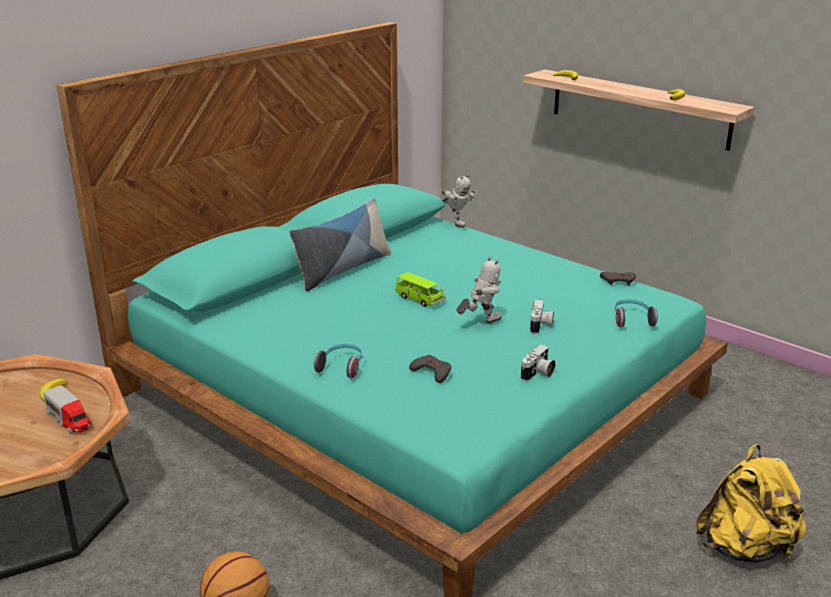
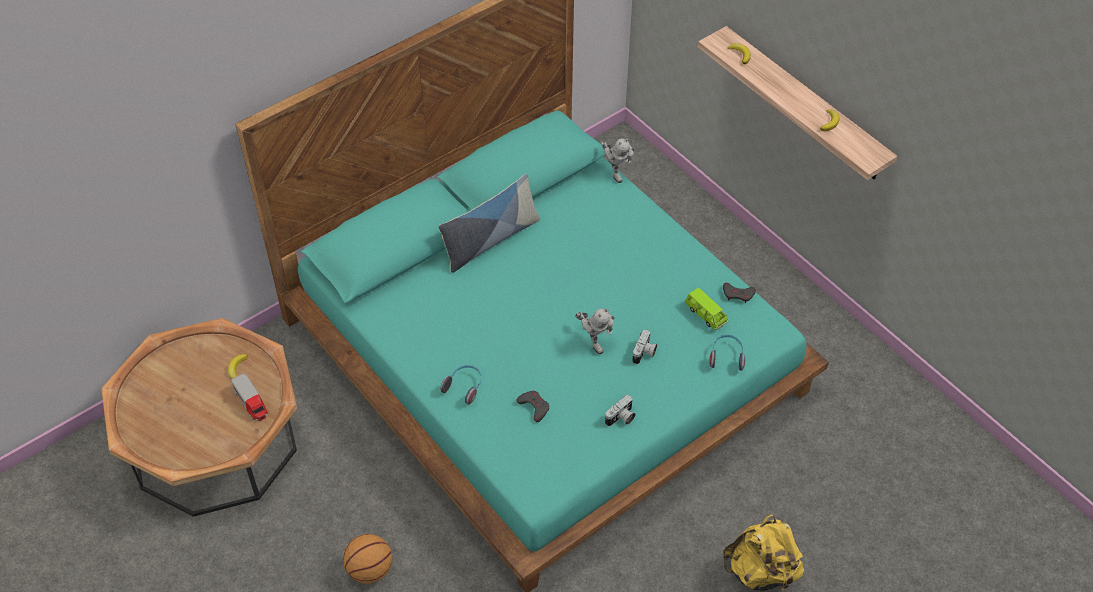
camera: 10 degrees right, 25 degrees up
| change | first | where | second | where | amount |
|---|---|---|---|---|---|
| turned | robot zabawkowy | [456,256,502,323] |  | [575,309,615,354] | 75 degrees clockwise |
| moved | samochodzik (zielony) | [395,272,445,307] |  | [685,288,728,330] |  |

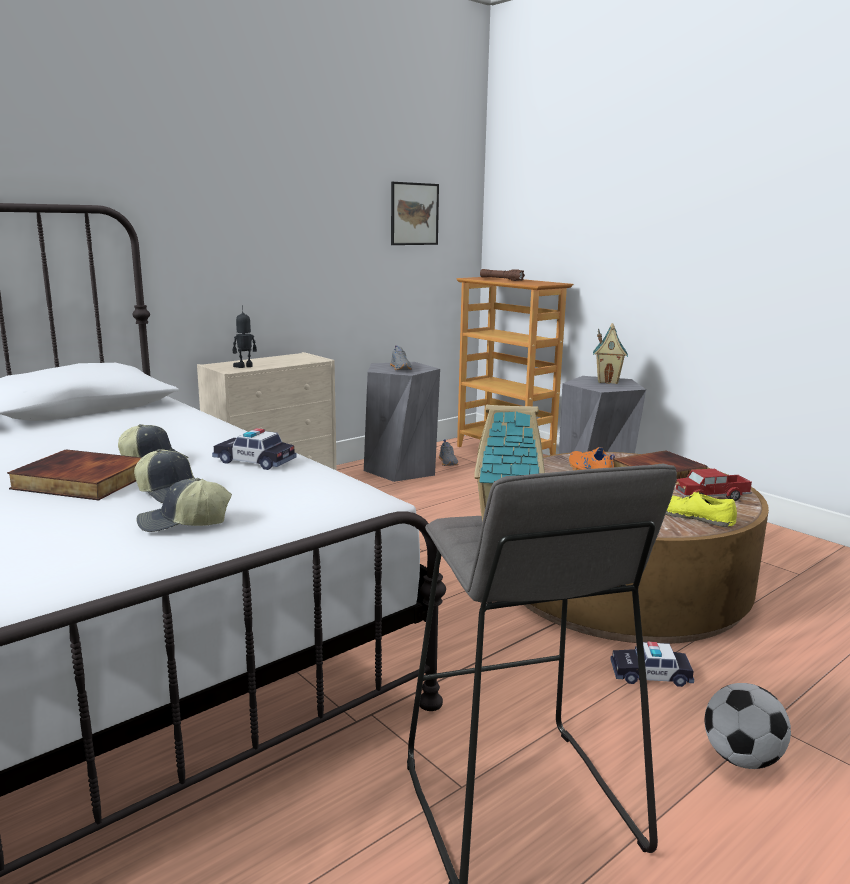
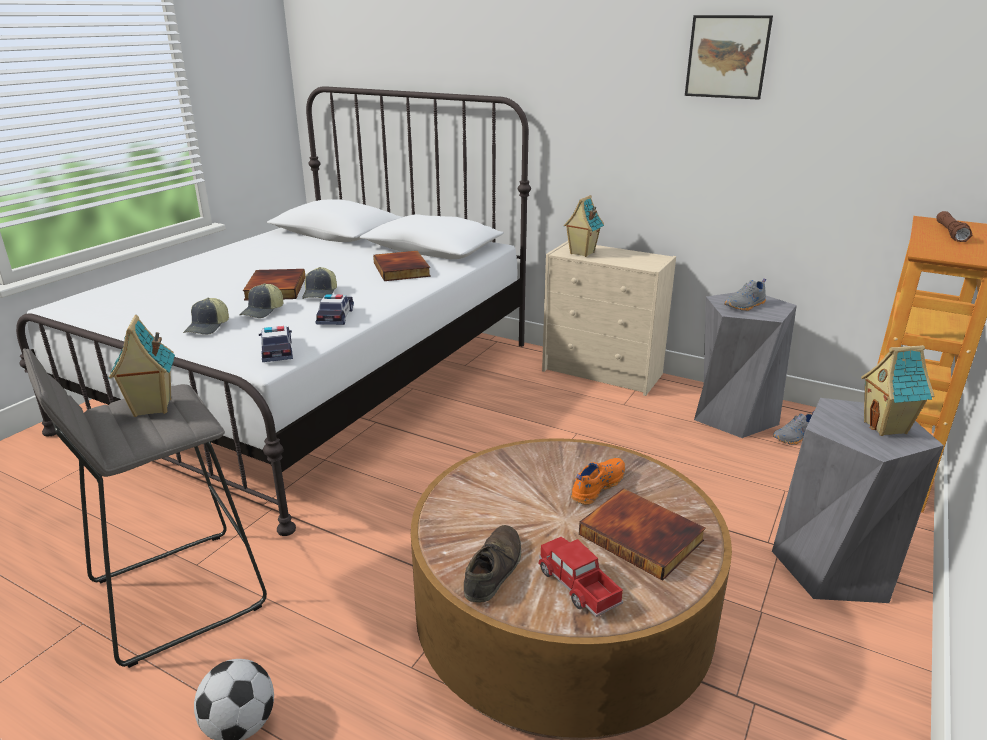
camera: 70 degrees right, 10 degrees up
| change | first | where | second | where | amount |
|---|---|---|---|---|---|
| turned | czapka z daszkiem | [137,478,232,532] |  | [183,298,229,335] | 135 degrees counterclockwise |
| moved | samochodzik | [611,641,694,687] |  | [259,326,293,362] |  |
| added |  |  | książka | [373,251,431,281] |  |
| recoloured | but (żółty) | [665,491,737,527] | but (brązowy) | [464,525,521,602] |  |
| replaced | robot zabawkowy | [233,306,257,368] | domek | [564,195,604,257] |  |
| moved | obraz | [391,182,439,245] |  | [685,15,773,100] |  |

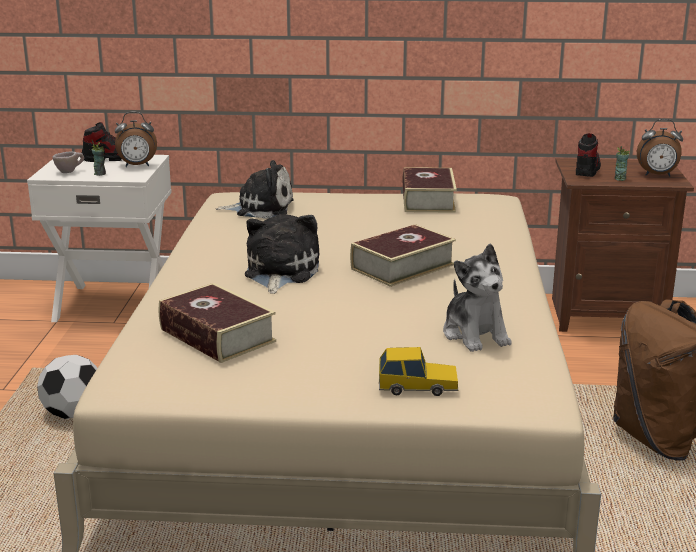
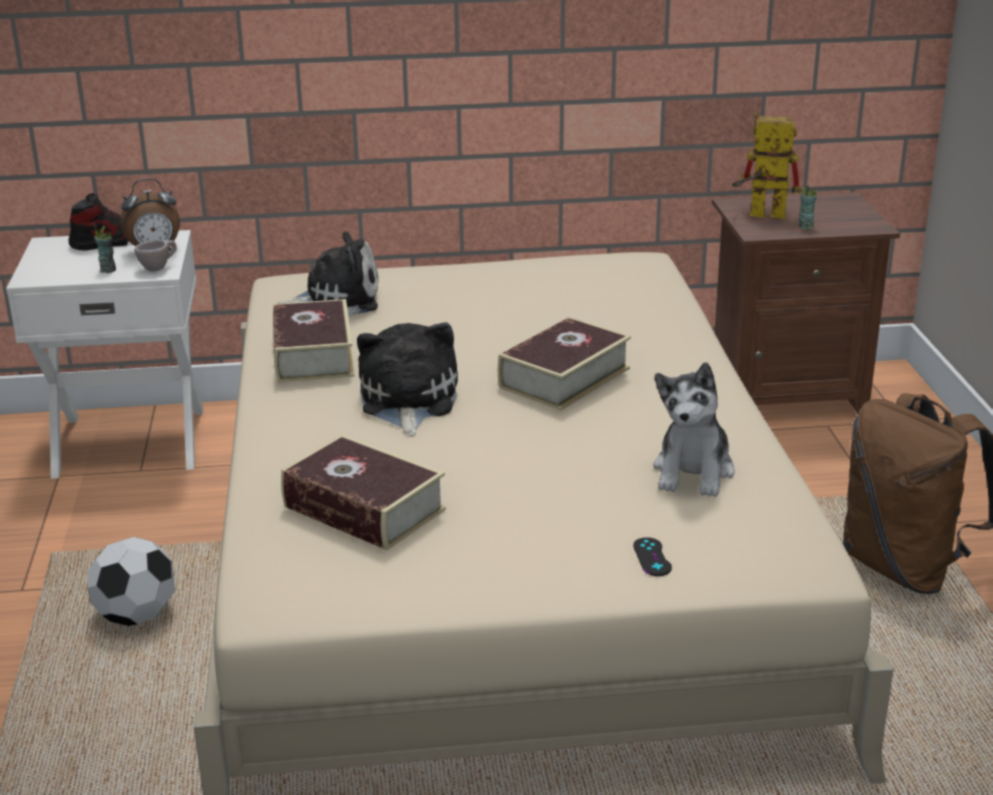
camera: 10 degrees left, 5 degrees up
| change | first | where | second | where | amount |
|---|---|---|---|---|---|
| moved | filiżanka (beżowy) | [52,152,84,173] |  | [134,239,177,271] |  |
| moved | książka | [402,167,457,213] |  | [273,299,354,382] |  |
| replaced | samochodzik | [379,347,458,396] | pad do gier (czarny) | [633,537,672,576] |  |
| turned | pluszak | [443,243,512,352] |  | [653,362,735,497] | 45 degrees clockwise |
| replaced | but | [576,133,601,177] | robot zabawkowy | [732,112,801,219] |  |
| removed | budzik | [637,119,683,177] |  |  |  |

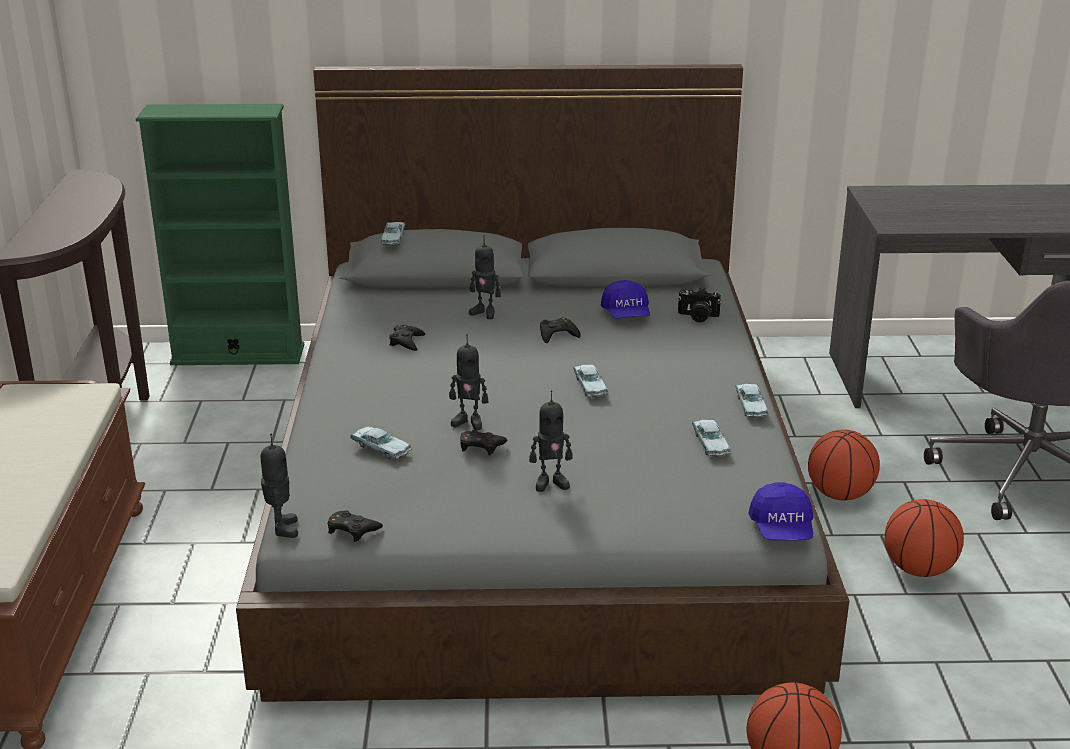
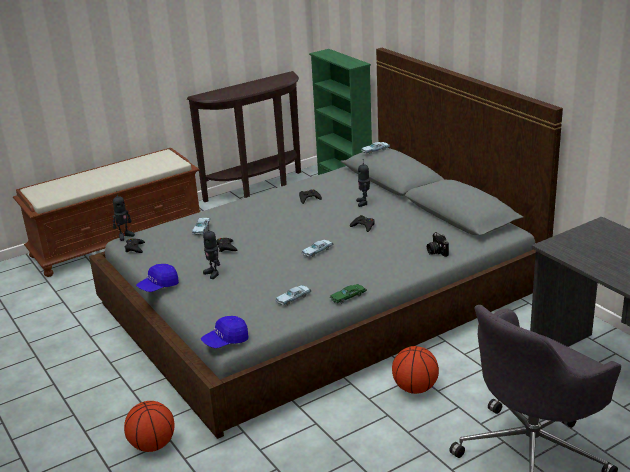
camera: 60 degrees right, 0 degrees up
| change | first | where | second | where | amount |
|---|---|---|---|---|---|
| moved | czapka z daszkiem (niebieski) | [601,280,650,318] |  | [136,264,179,292] |  |
| recoloured | samochodzik (niebieski) | [735,384,768,418] | samochodzik (zielony) | [330,284,367,303] |  |
| removed | robot zabawkowy | [449,334,488,430] |  |  |  |
| removed | piłka do koszykówki | [884,499,964,577] |  |  |  |

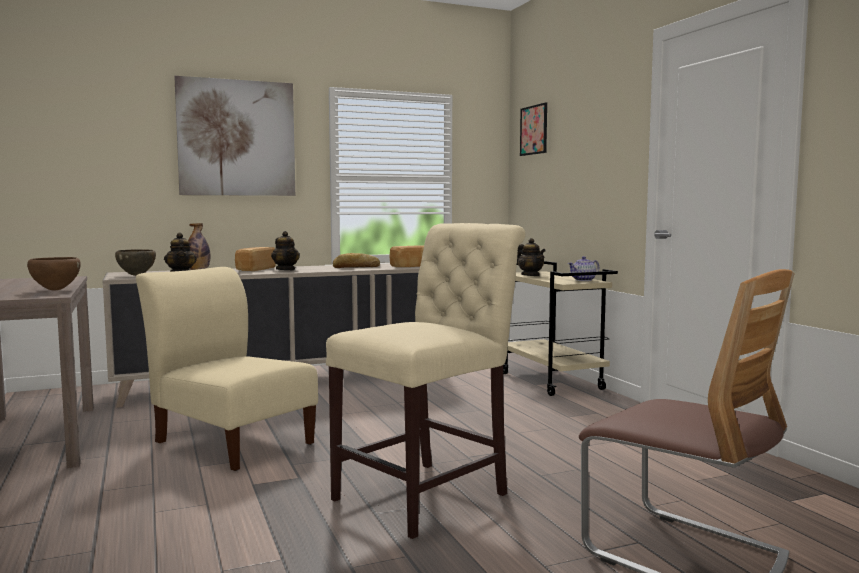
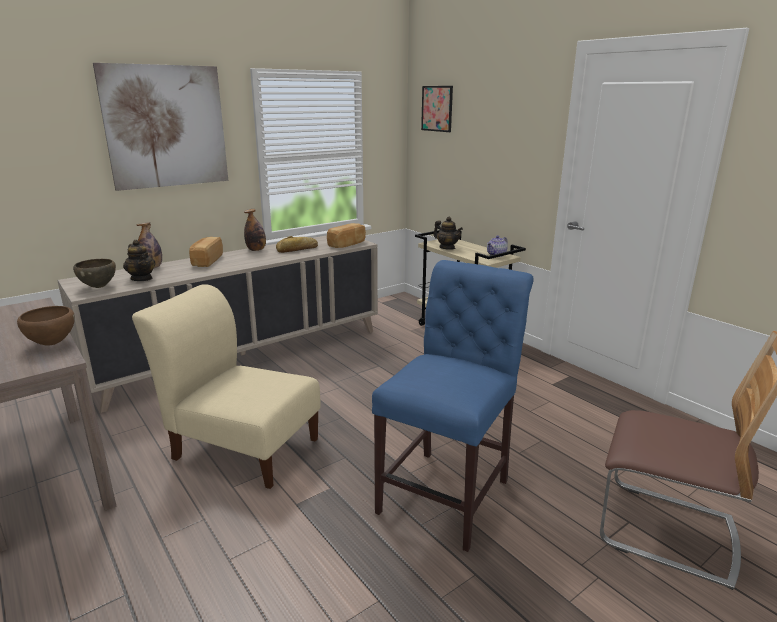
camera: 15 degrees left, 15 degrees up
| change | first | where | second | where | amount |
|---|---|---|---|---|---|
| added |  |  | butelka | [244,209,266,251] |  |
| recoloured | krzesło (beżowy) | [326,223,525,539] | krzesło (niebieski) | [372,260,534,552] |  |
| removed | imbryk | [271,231,300,270] |  |  |  |

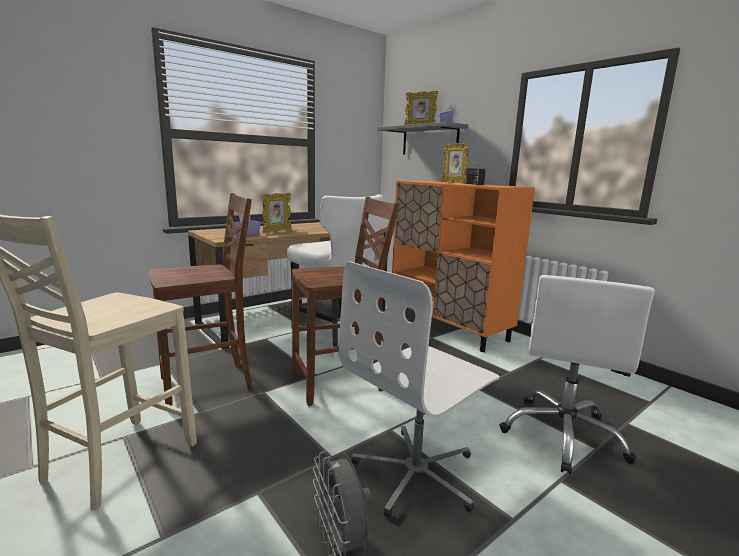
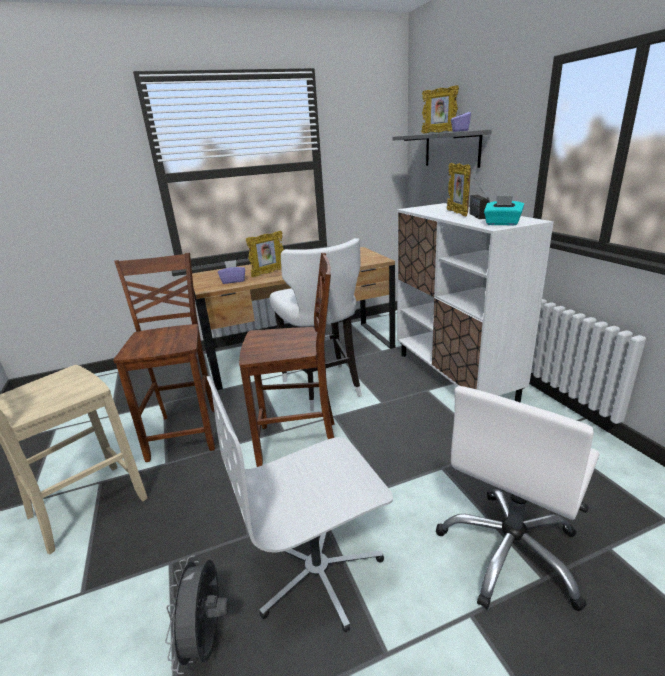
camera: 20 degrees right, 10 degrees up
| change | first | where | second | where | amount |
|---|---|---|---|---|---|
| turned | krzesło (brązowy) | [150,193,253,406] |  | [113,253,215,462] | 90 degrees counterclockwise |
| recoloured | szafka (pomarańczowy) | [392,181,535,352] | szafka (biały) | [397,203,554,403] |  |
| added |  |  | pudełko chusteczek (turkusowy) | [484,196,524,226] |  |

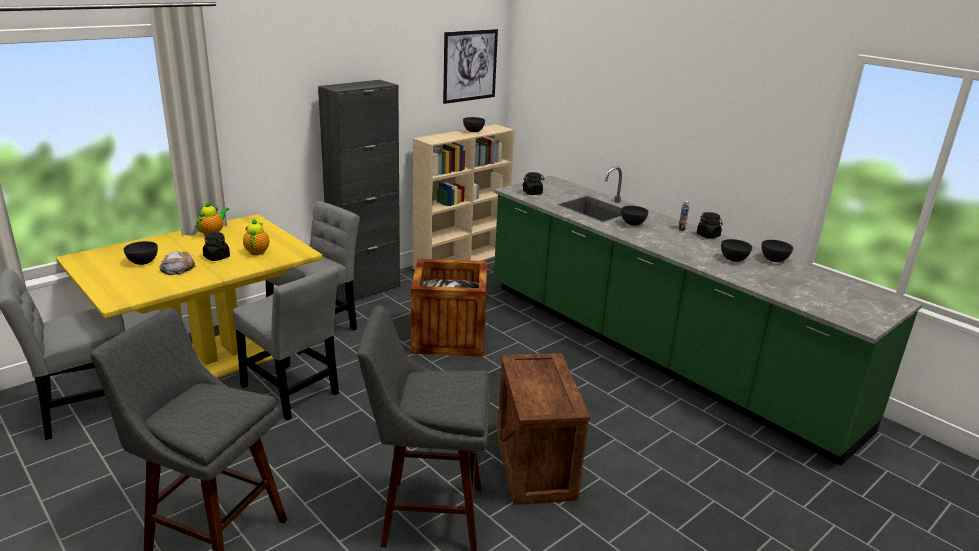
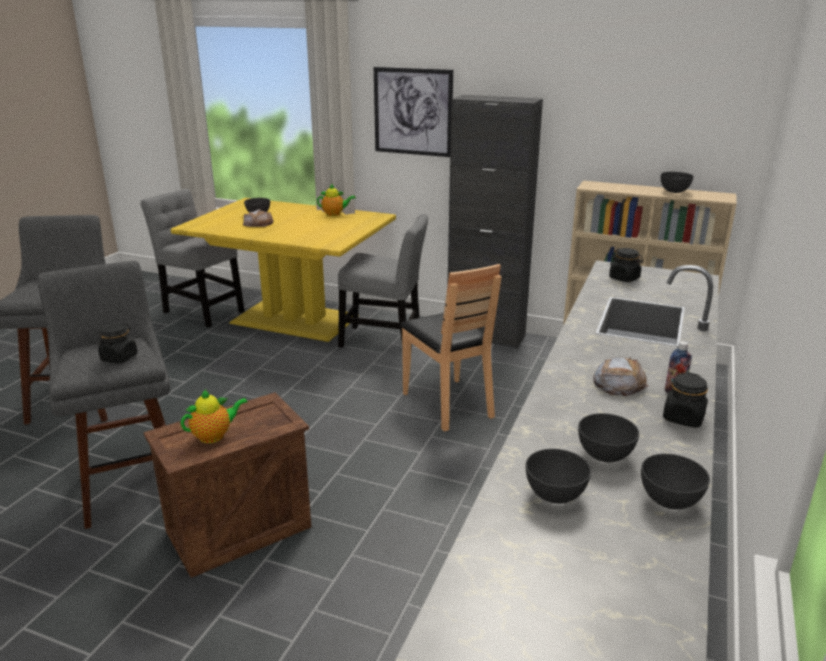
camera: 65 degrees right, 0 degrees up
| change | first | where | second | where | amount |
|---|---|---|---|---|---|
| moved | słoik (czarny) | [203,232,230,261] |  | [98,323,138,363] |  |
| moved | imbryk | [243,218,269,255] |  | [181,390,248,443] |  |
| moved | obraz | [443,29,498,104] |  | [374,67,453,157] |  |
| replaced | skrzynka | [411,258,487,356] | krzesło (brązowy) | [400,264,502,431] |  |
| moved | miska (szary) | [621,206,648,226] |  | [526,449,591,504] |  |
| added |  |  | chleb | [593,357,648,396] |  |
| removed | krzesło (szary) | [233,266,340,421] |  |  |  |

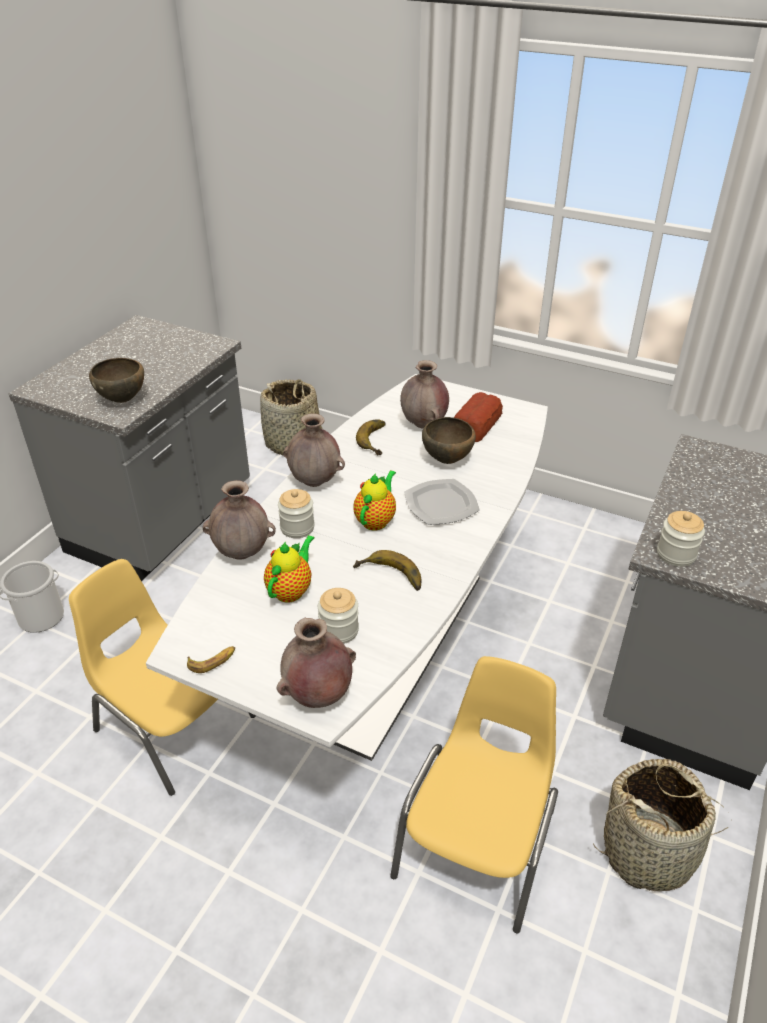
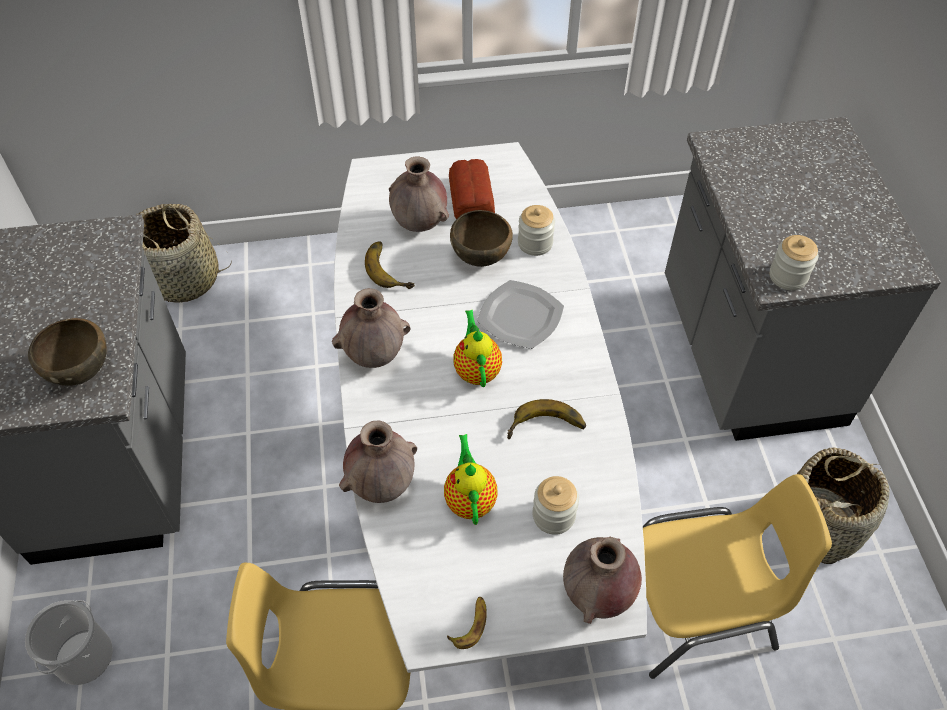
camera: 35 degrees left, 15 degrees up
| change | first | where | second | where | amount |
|---|---|---|---|---|---|
| moved | słoik | [278,489,315,538] |  | [518,205,555,256] |  |
| turned | krzesło (żółty) | [390,656,558,934] |  | [643,474,832,679] | 90 degrees clockwise |

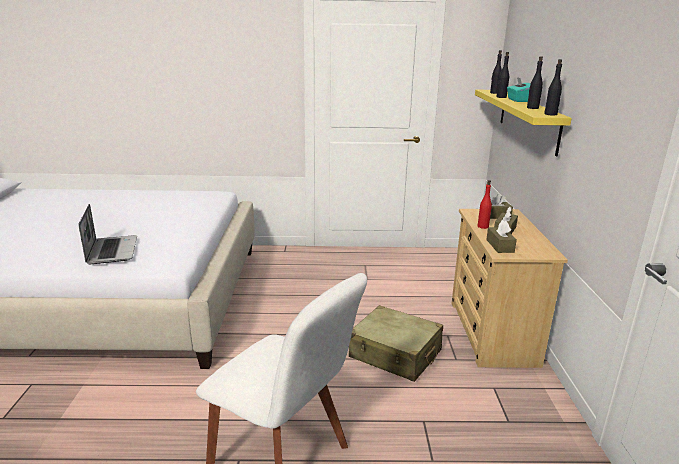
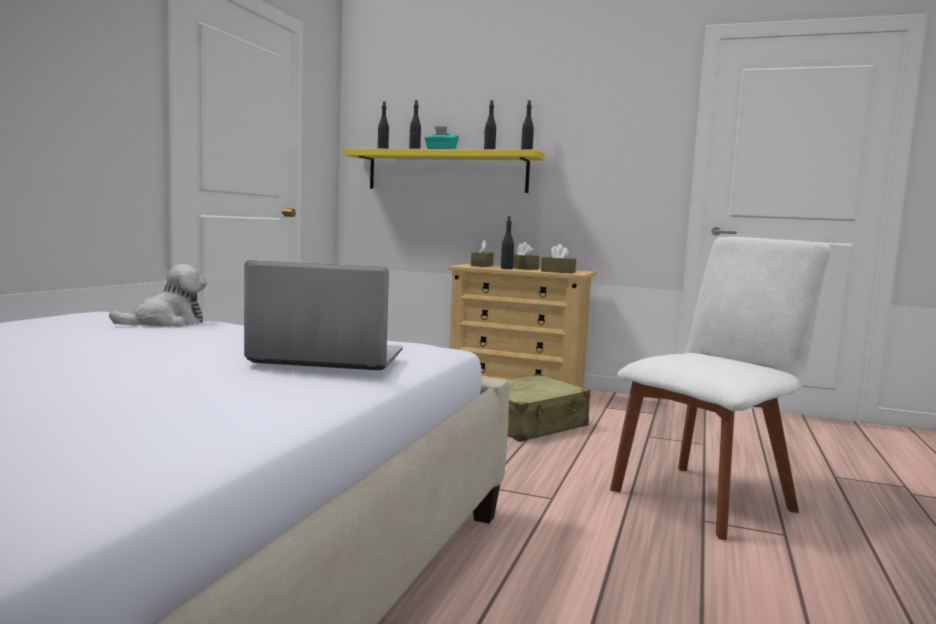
camera: 70 degrees left, 15 degrees down
| change | first | where | second | where | amount |
|---|---|---|---|---|---|
| added |  |  | pluszak | [109,264,207,327] |  |
| recoloured | butelka (czerwony) | [478,180,492,229] | butelka (czarny) | [501,216,514,269] |  |

